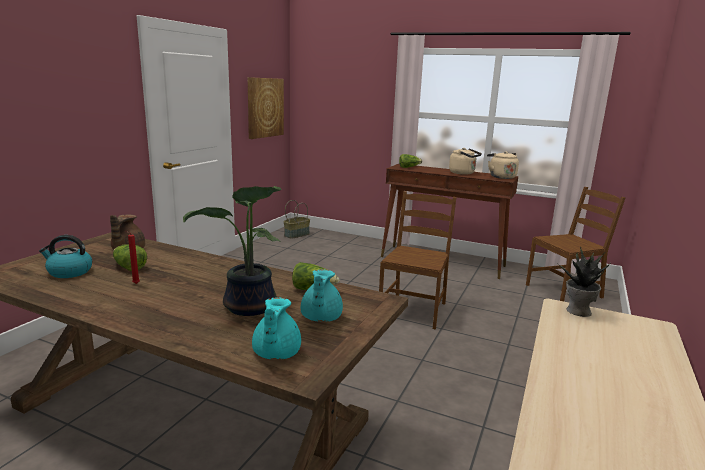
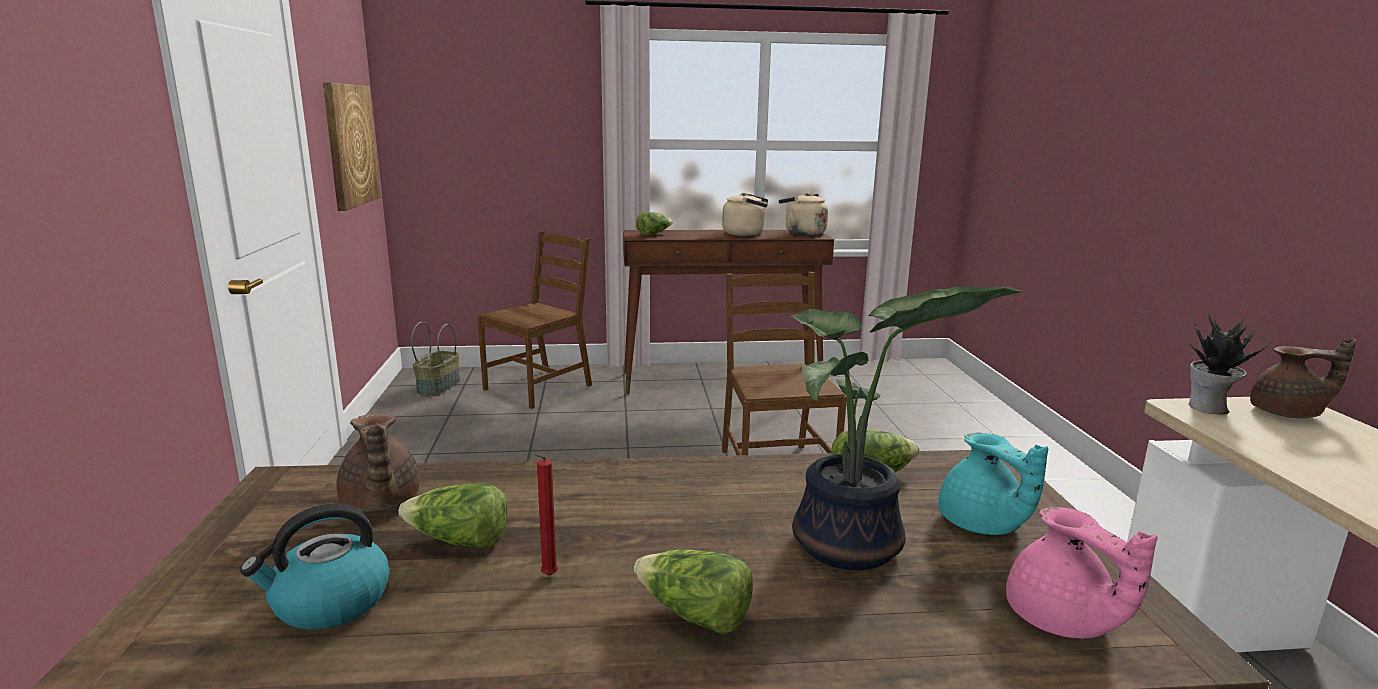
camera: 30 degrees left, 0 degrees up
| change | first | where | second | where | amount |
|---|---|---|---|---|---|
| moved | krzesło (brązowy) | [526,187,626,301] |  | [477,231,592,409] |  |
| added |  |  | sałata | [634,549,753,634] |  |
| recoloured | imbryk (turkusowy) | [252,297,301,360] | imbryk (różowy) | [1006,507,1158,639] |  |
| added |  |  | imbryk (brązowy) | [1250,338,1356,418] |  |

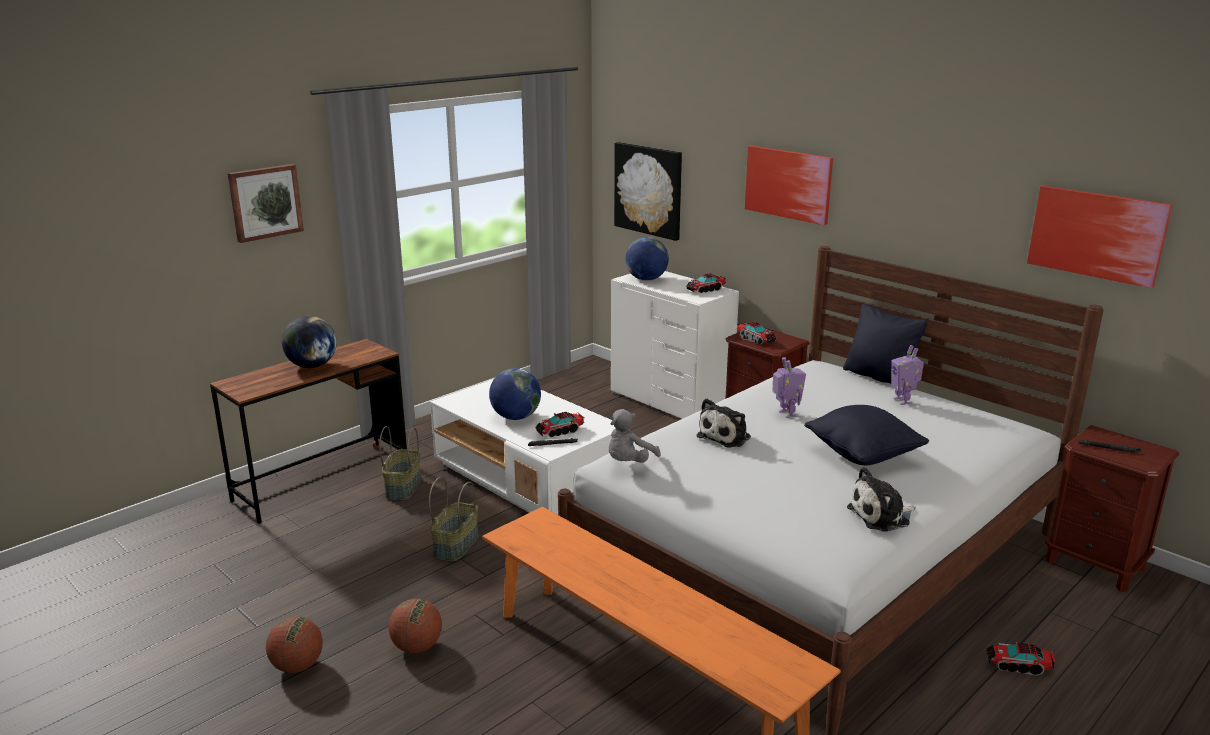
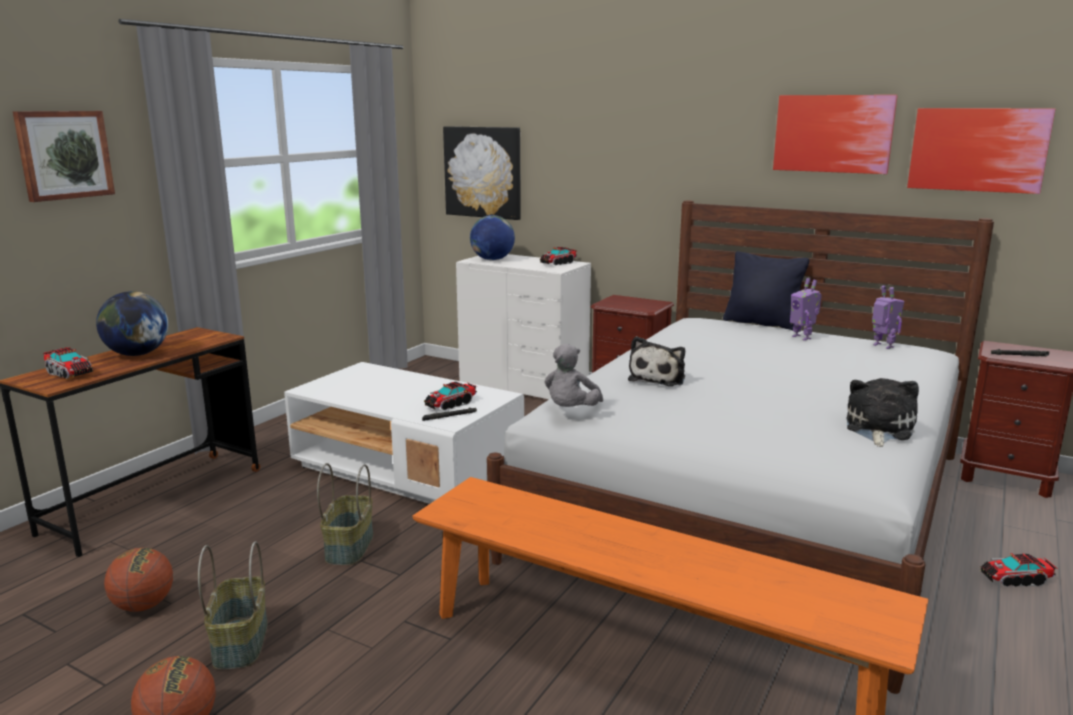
camera: 15 degrees left, 5 degrees down
| change | first | where | second | where | amount |
|---|---|---|---|---|---|
| moved | ciężarówka zabawkowa | [737,321,776,344] |  | [43,347,93,379] |  |
| moved | piłka do koszykówki | [388,599,442,653] |  | [104,548,173,612] |  |
| moved | koszyk | [379,426,421,500] |  | [198,541,268,670] |  |
| moved | obraz | [745,146,833,225] |  | [773,95,898,174] |  |
| turned | pluszak | [847,467,916,532] |  | [847,378,919,447] | 150 degrees clockwise |
| moved | robot zabawkowy | [772,357,806,418] |  | [872,285,904,349] |  |
| removed | globus | [489,368,541,420] |  |  |  |
| removed | poduszka (czarny) | [804,405,929,465] |  |  |  |

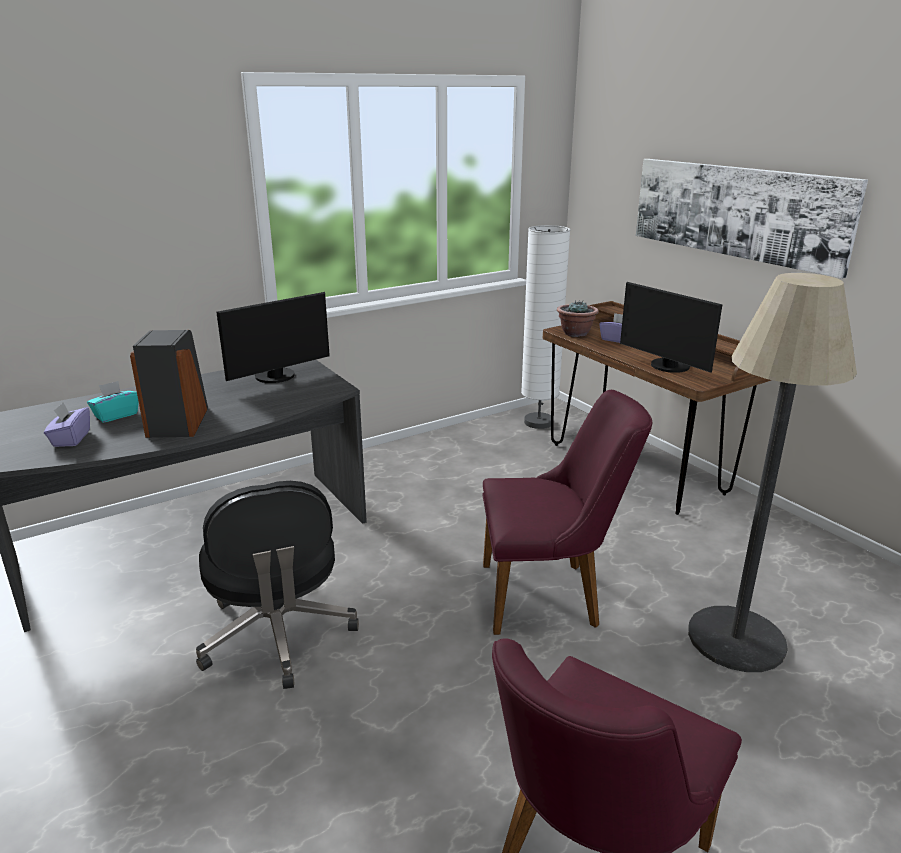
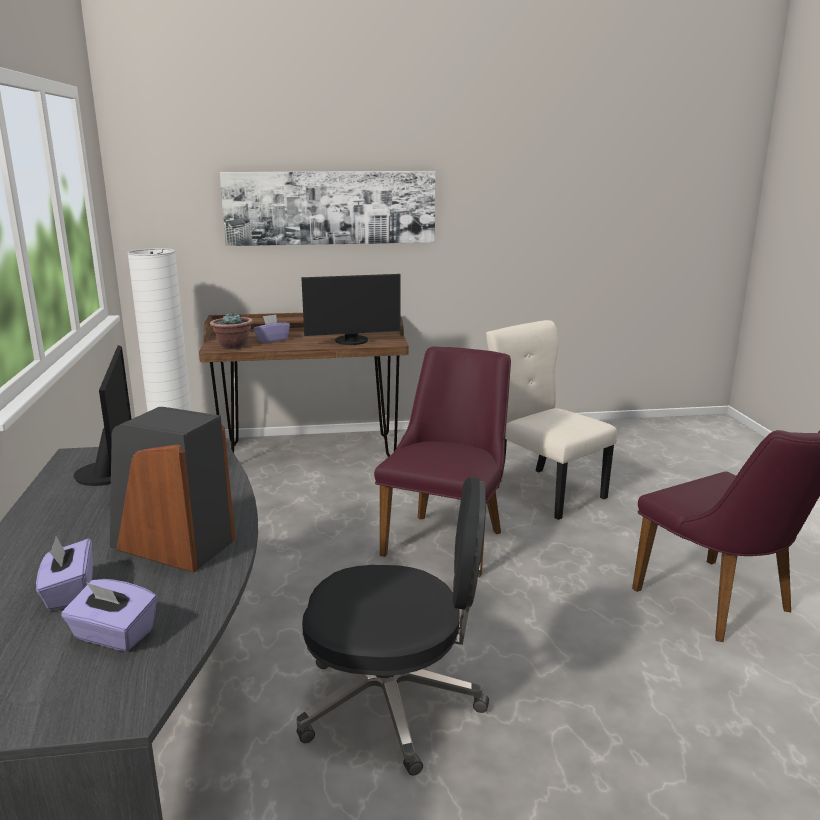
camera: 65 degrees left, 5 degrees down
| change | first | where | second | where | amount |
|---|---|---|---|---|---|
| recoloured | pudełko chusteczek (turkusowy) | [87,381,139,423] | pudełko chusteczek (fioletowy) | [36,537,93,610] |  |
| replaced | lampa stojąca | [688,273,857,672] | krzesło (beżowy) | [486,320,617,520] |  |

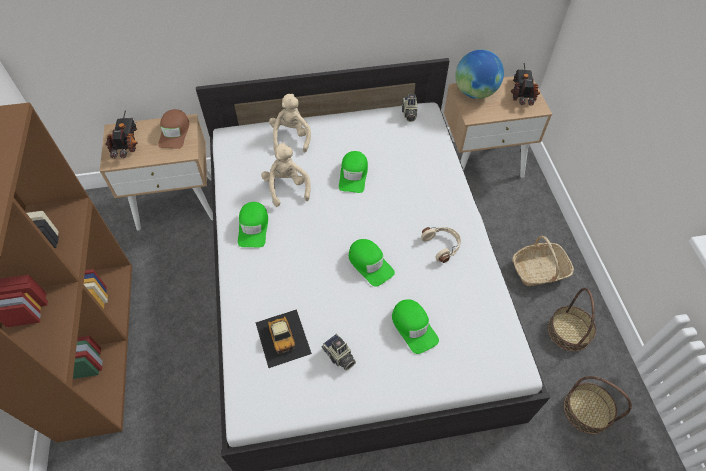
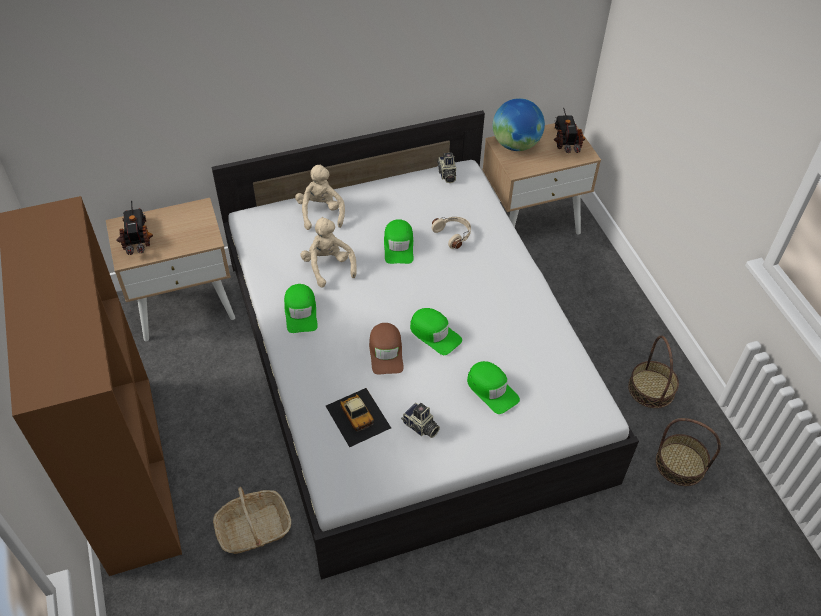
camera: 10 degrees left, 5 degrees down
| change | first | where | second | where | amount |
|---|---|---|---|---|---|
| moved | koszyk | [512,236,574,286] |  | [213,487,291,554] |  |
| moved | czapka z daszkiem (brązowy) | [158,109,190,149] |  | [369,323,404,374] |  |
| moved | słuchawki (beżowy) | [421,227,461,263] |  | [432,217,471,249] |  |

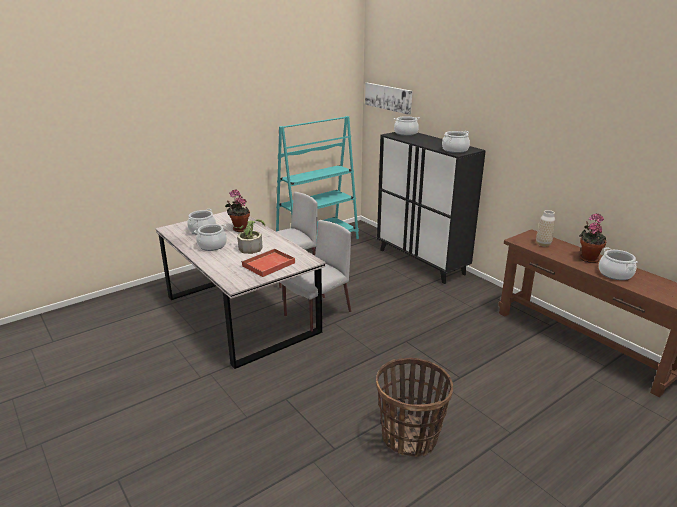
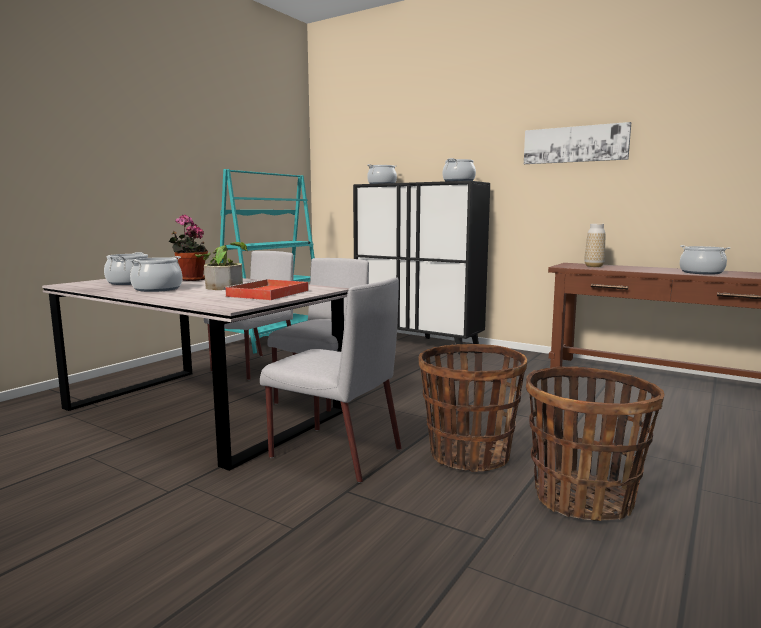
camera: 20 degrees left, 15 degrees down
| change | first | where | second | where | amount |
|---|---|---|---|---|---|
| added |  |  | krzesło (szary) | [260,277,402,483] |  |
| added |  |  | koszyk | [419,344,527,472] |  |
| moved | obraz | [365,83,412,115] |  | [524,122,631,164] |  |
| removed | roślina doniczkowa | [579,213,607,263] |  |  |  |

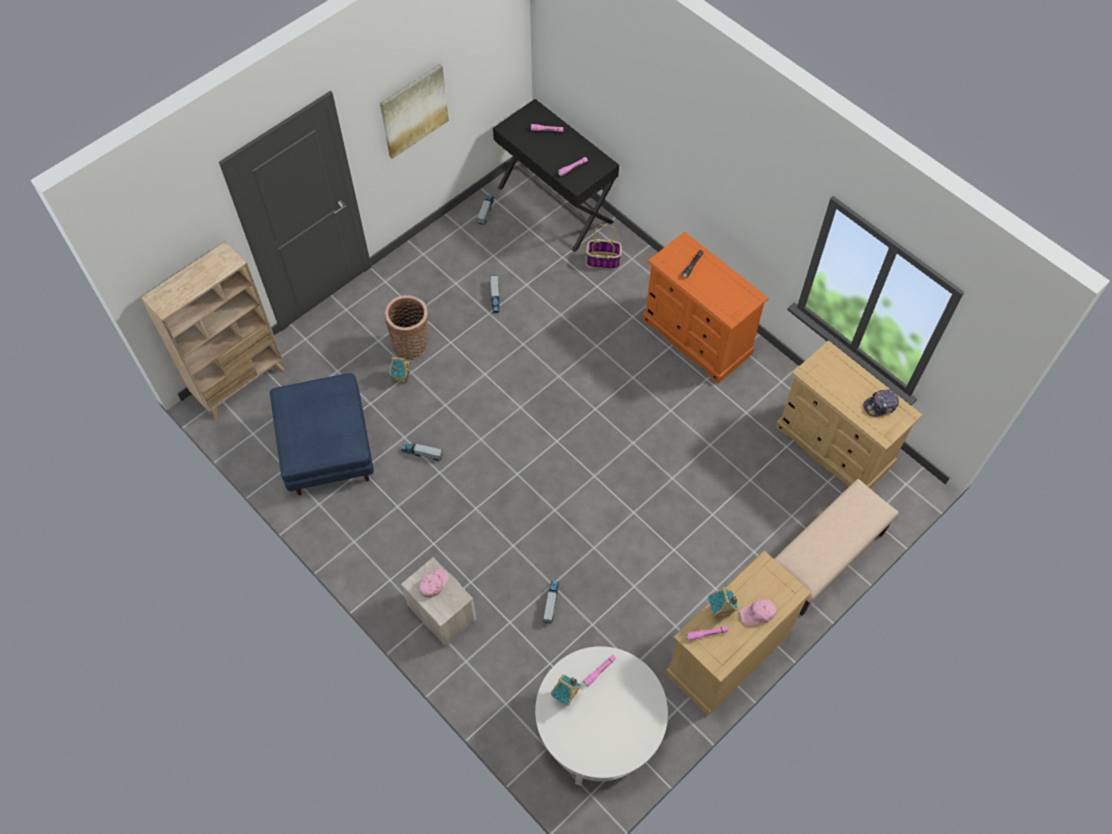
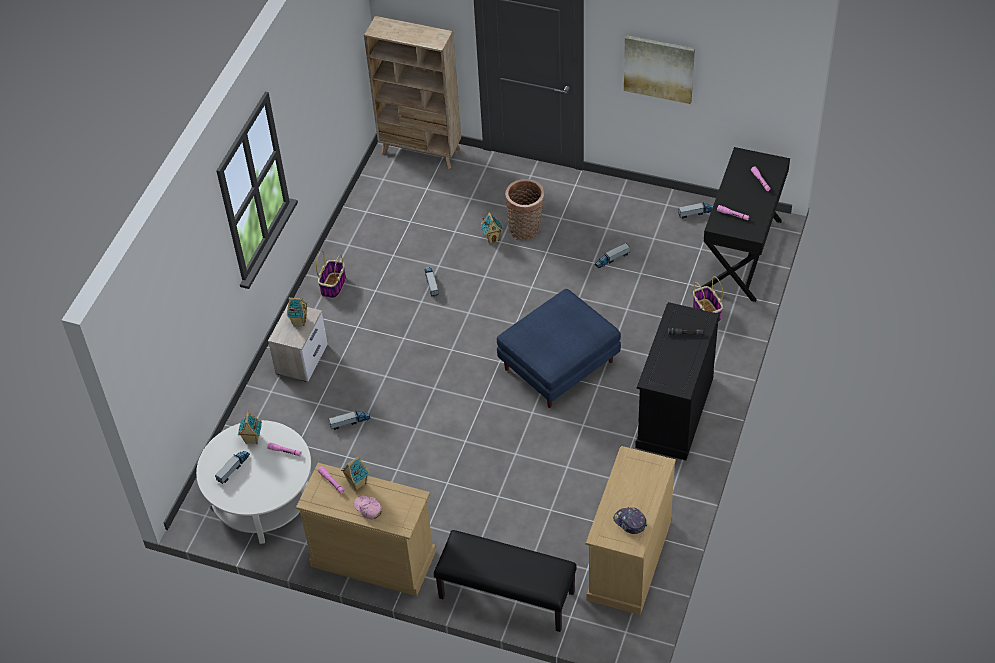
camera: 65 degrees right, 10 degrees down
| change | first | where | second | where | amount |
|---|---|---|---|---|---|
| added |  |  | ciężarówka zabawkowa | [215,451,250,484] |  |
| replaced | czapka z daszkiem (różowy) | [420,568,449,598] | domek | [287,298,308,326] |  |
| added |  |  | koszyk | [316,251,346,299] |  |
| recoloured | ławka (beżowy) | [774,479,899,616] | ławka (czarny) | [434,530,577,632] |  |
| moved | pufa (niebieski) | [270,373,374,495] |  | [497,289,621,408] |  |
| recoloured | komoda (pomarańczowy) | [642,232,769,384] | komoda (czarny) | [635,302,720,460] |  |

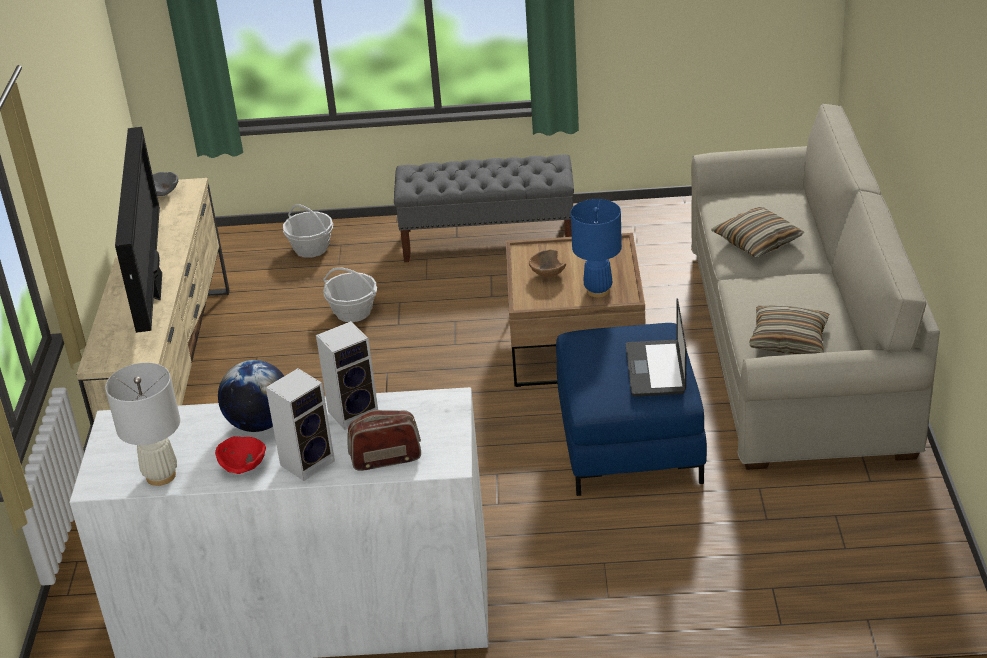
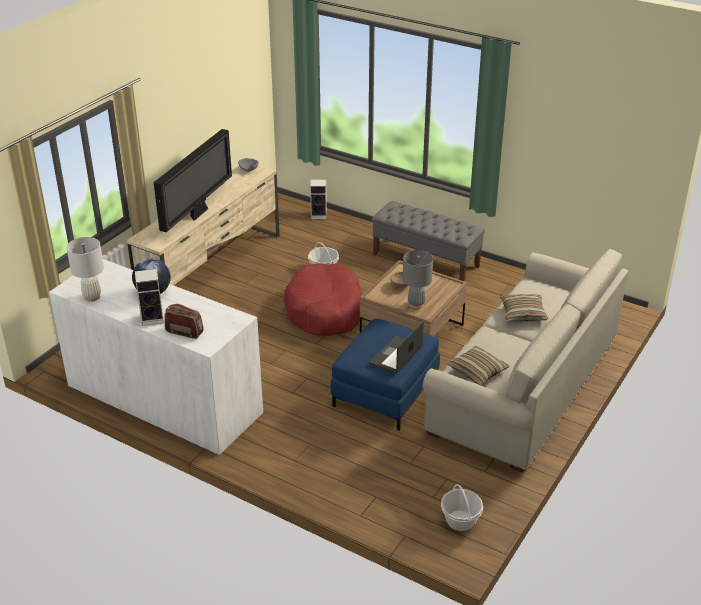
camera: 30 degrees right, 0 degrees up
| change | first | where | second | where | amount |
|---|---|---|---|---|---|
| added |  |  | legowisko (czerwony) | [284,263,361,336] |  |
| moved | głośnik | [316,321,378,430] |  | [310,179,327,219] |  |
| recoloured | lampa stołowa (niebieski) | [571,199,622,297] | lampa stołowa (szary) | [403,250,433,309] |  |
| moved | koszyk | [283,204,333,258] |  | [441,484,483,531] |  |
| removed | miska (czerwony) | [215,436,266,474] |  |  |  |

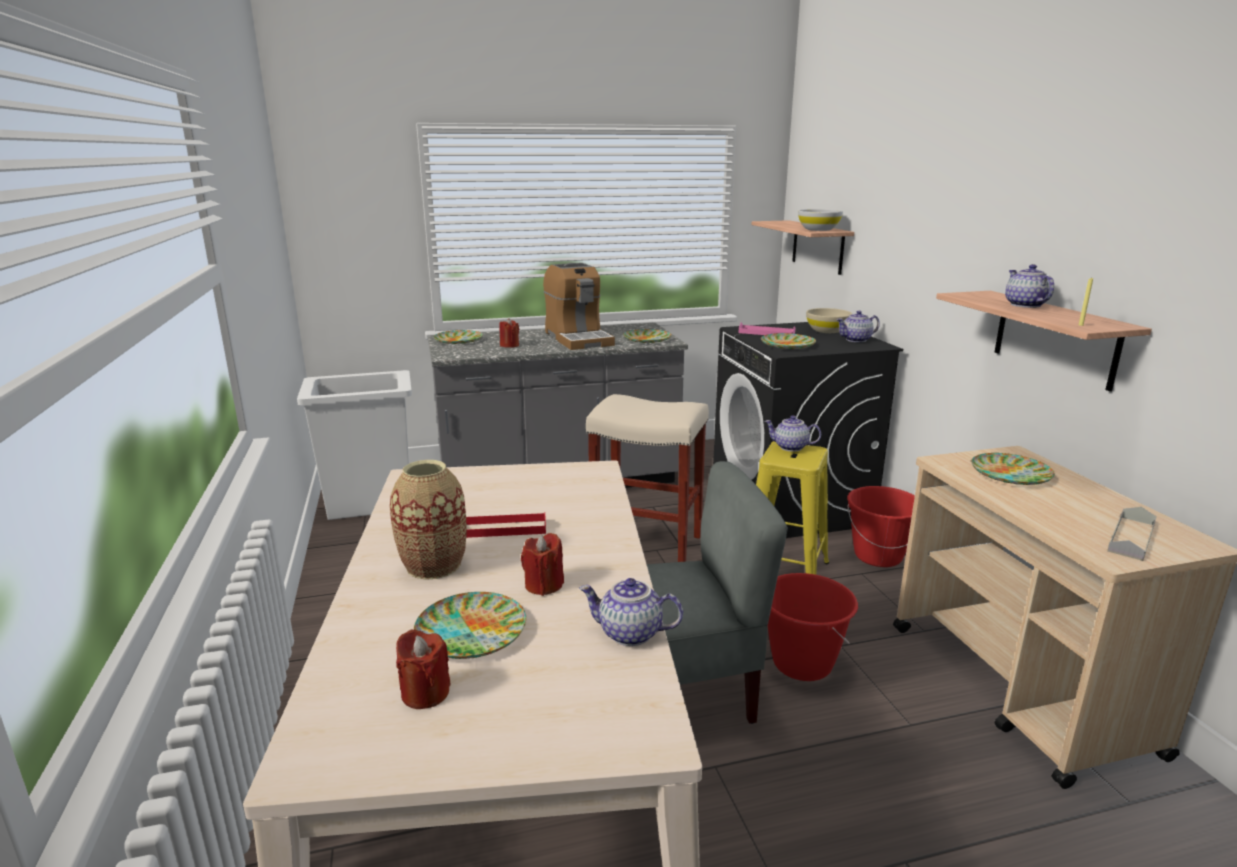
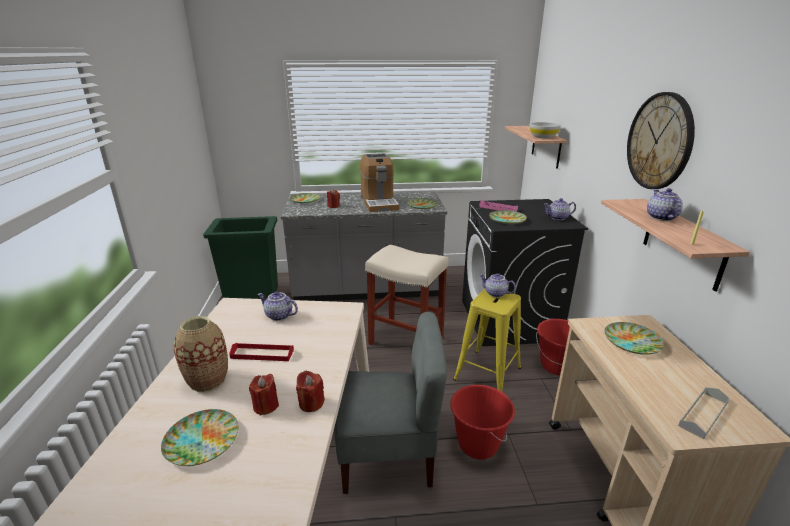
camera: 10 degrees right, 5 degrees up
| change | first | where | second | where | amount |
|---|---|---|---|---|---|
| recoloured | kosz na śmieci (biały) | [297,370,412,520] | kosz na śmieci (zielony) | [203,216,278,299] |  |
| moved | imbryk | [579,578,683,646] |  | [258,291,298,321] |  |
| moved | świeca (czerwony) | [396,629,451,709] |  | [296,371,325,412] |  |
| added |  |  | zegar ścienny | [627,92,695,189] |  |
| removed | miska (beżowy) | [806,308,852,333] |  |  |  |

